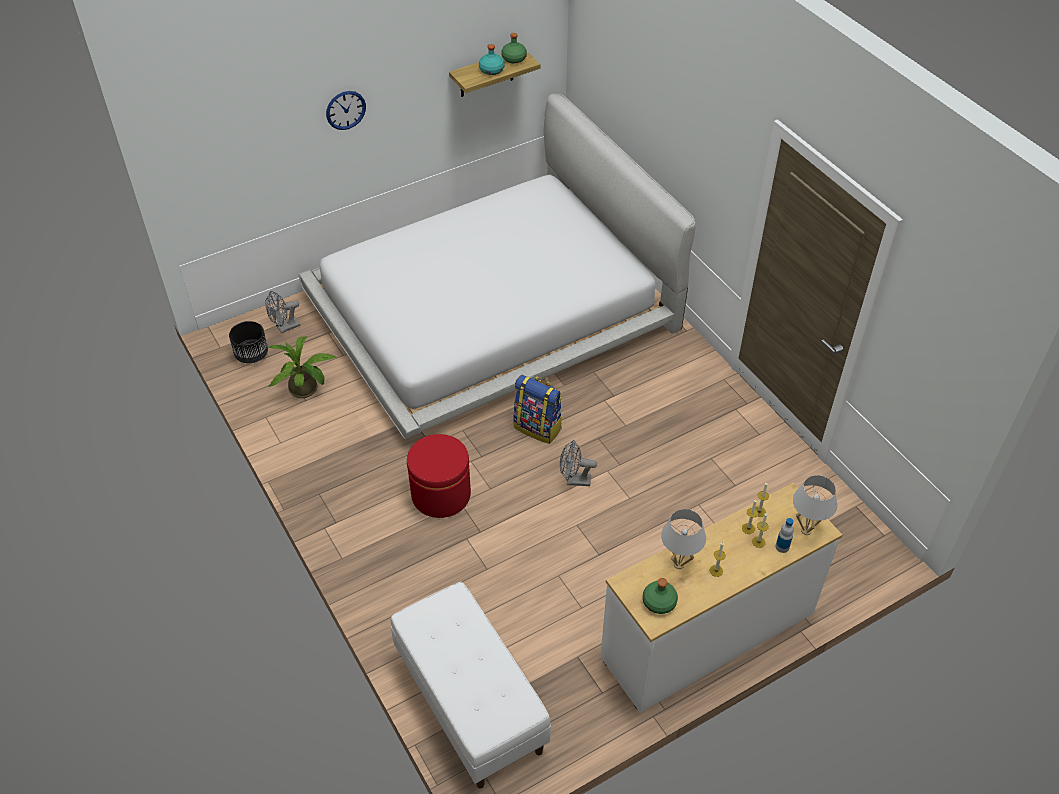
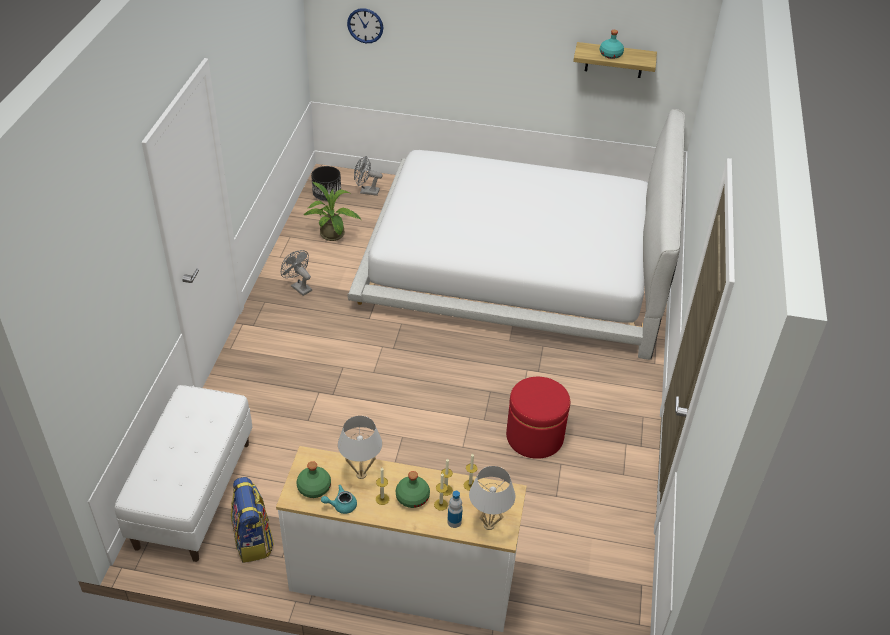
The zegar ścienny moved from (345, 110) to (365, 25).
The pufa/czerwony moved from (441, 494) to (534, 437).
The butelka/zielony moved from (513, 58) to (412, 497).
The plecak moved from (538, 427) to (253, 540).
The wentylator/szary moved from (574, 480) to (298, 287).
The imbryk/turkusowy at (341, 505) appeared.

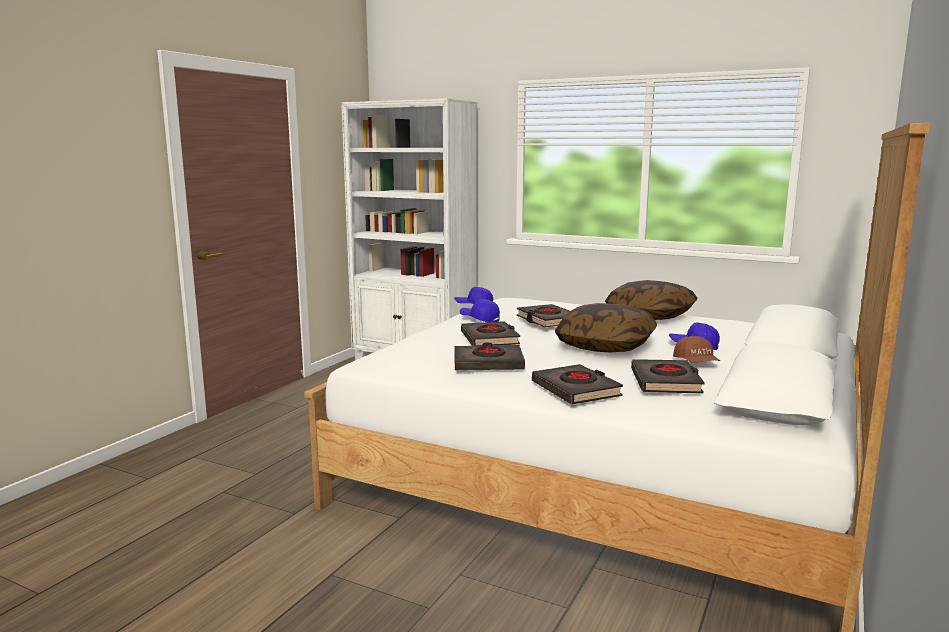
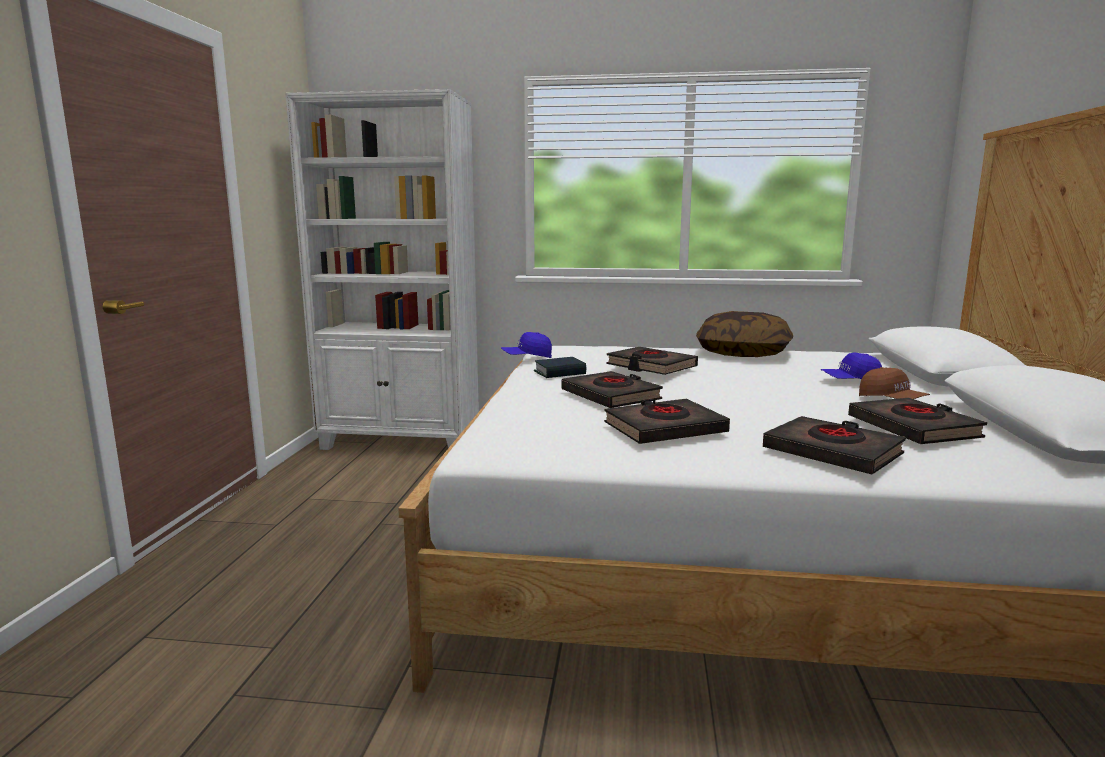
The czapka z daszkiem/niebieski at (479, 319) was replaced by the książka at (560, 373).
The poduszka at (605, 346) disappeared.

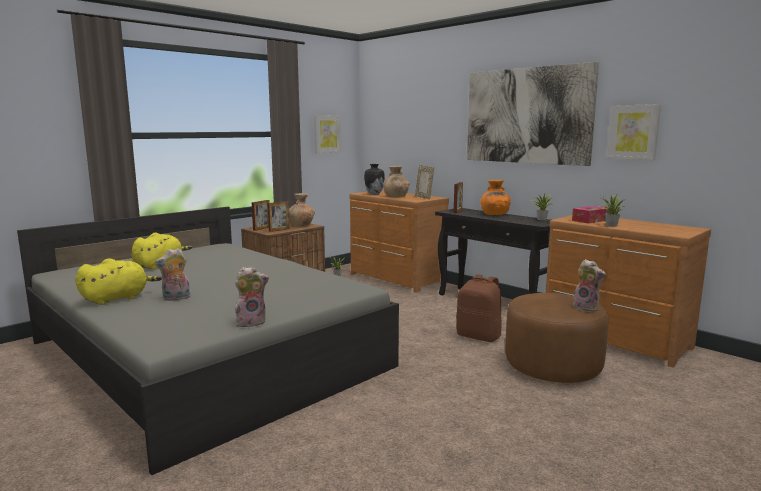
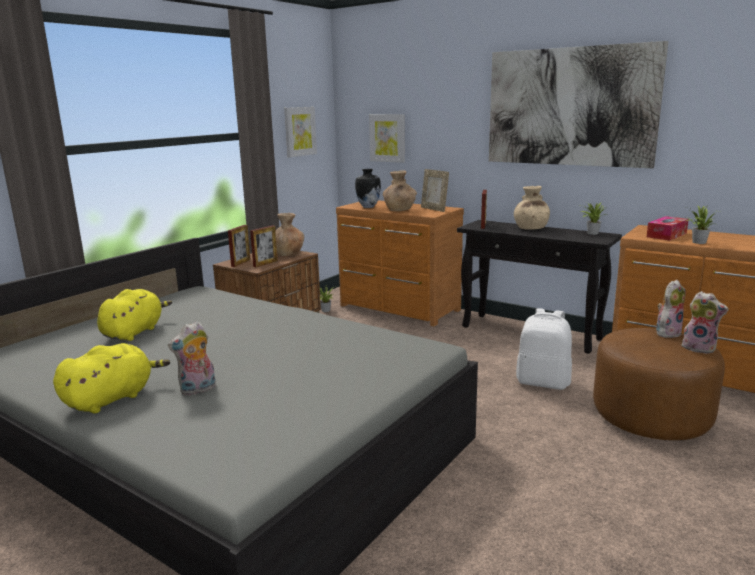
The pluszak moved from (251, 322) to (667, 332).
The plecak/brązowy at (479, 336) became the plecak/biały at (543, 382).
The wazon/pomarańczowy at (494, 214) became the wazon/beżowy at (530, 228).
The obraz moved from (633, 132) to (387, 138).

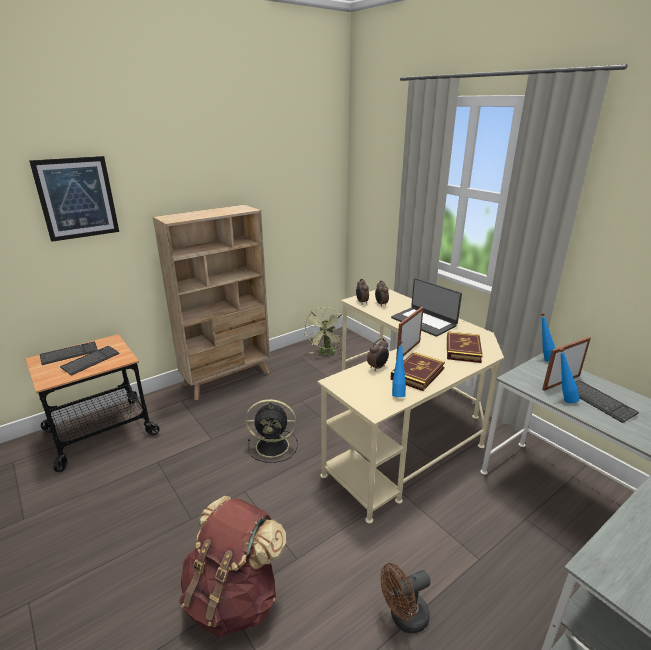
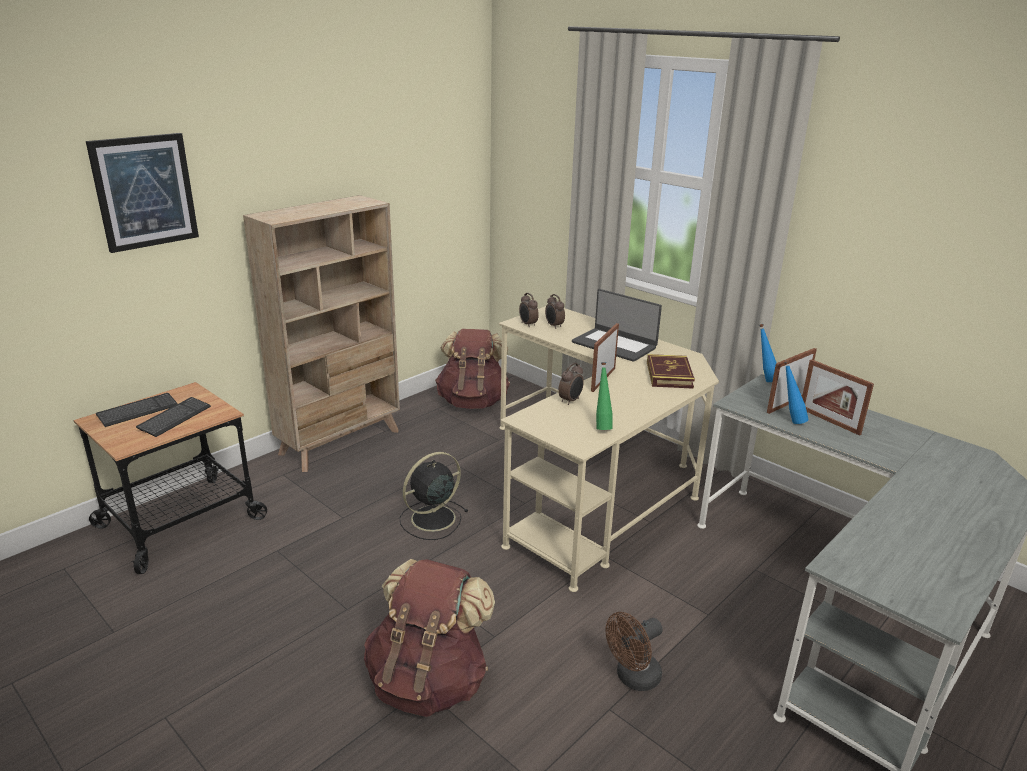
The wentylator/czarny at (274, 446) turned 150 degrees clockwise.
The wentylator/zielony at (326, 354) was replaced by the plecak/brązowy at (473, 402).
The książka at (417, 374) disappeared.
The butelka/niebieski at (397, 393) became the butelka/zielony at (602, 426).
The klawiatura at (599, 402) was replaced by the ramka na zdjęcie at (829, 421).

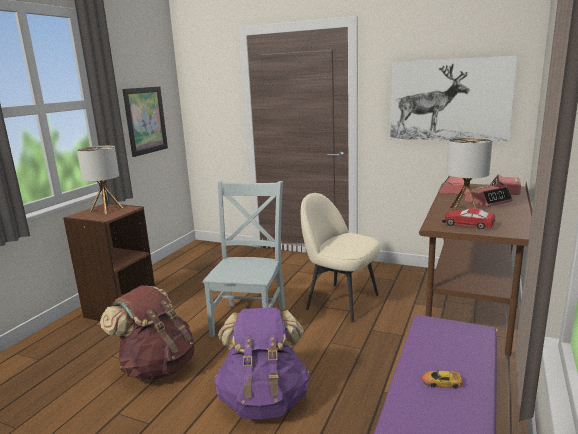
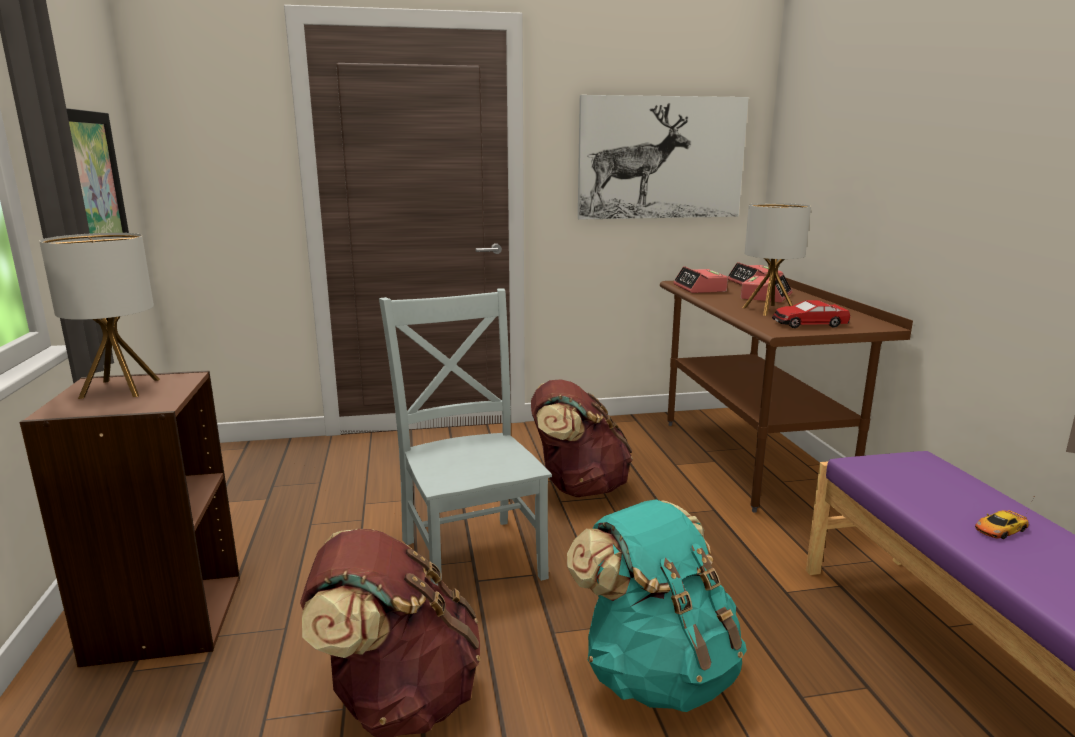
The plecak/fioletowy at (264, 400) became the plecak/turkusowy at (656, 672).
The krzesło/beżowy at (340, 301) was replaced by the plecak/brązowy at (578, 487).

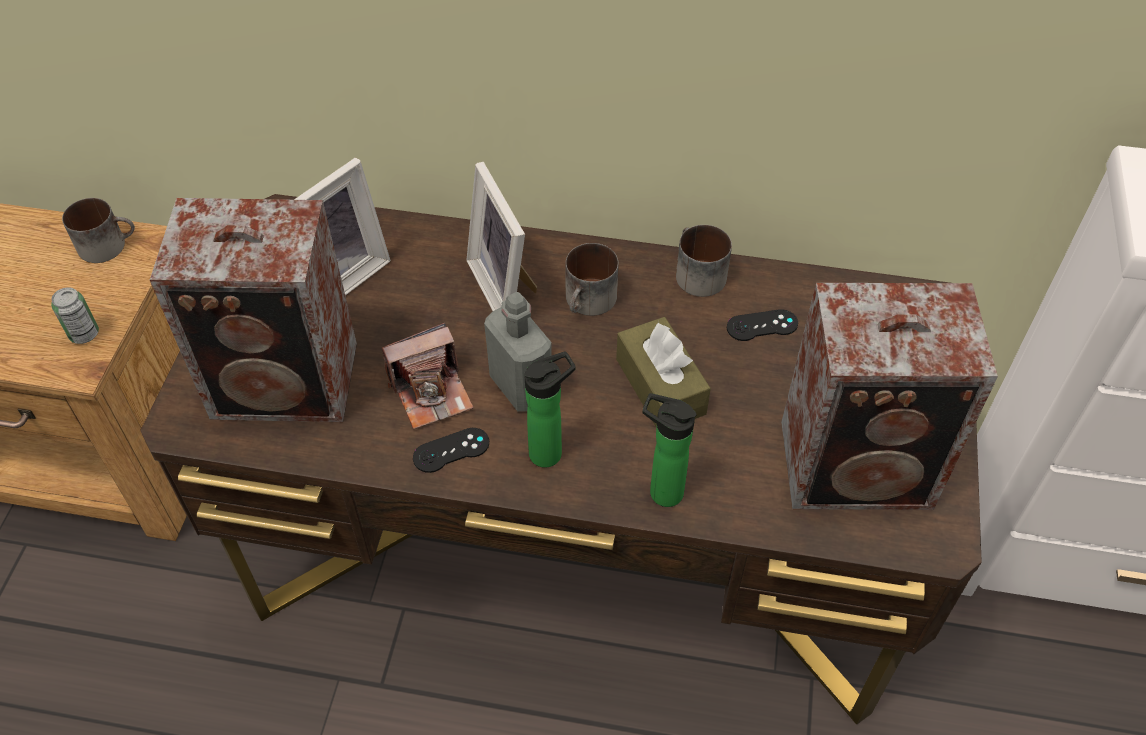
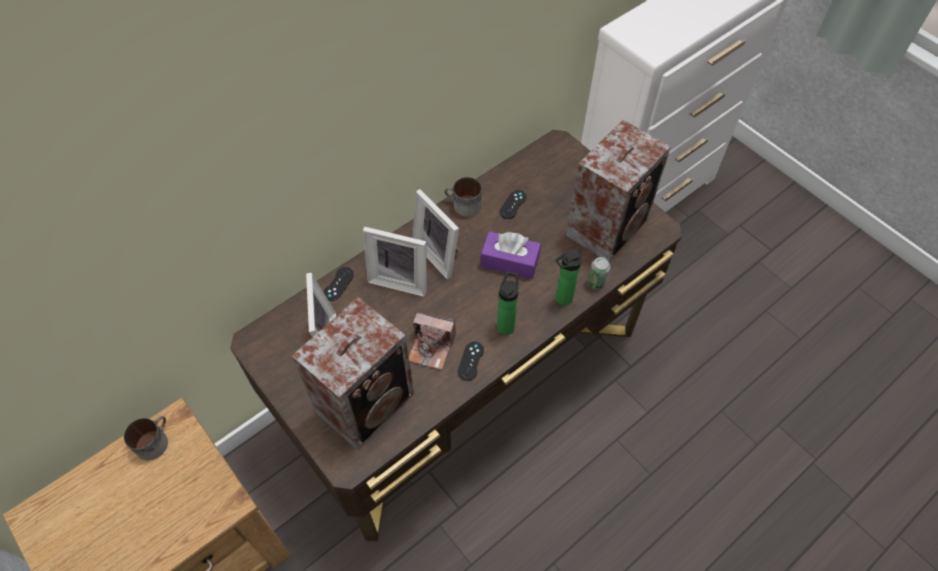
The puszka moved from (84, 334) to (596, 282).
The aparat fotograficzny at (431, 392) turned 90 degrees clockwise.
The butelka/szary at (520, 387) disappeared.
The kubek at (589, 302) was replaced by the ramka na zdjęcie at (440, 254).
The pudełko chusteczek/brązowy at (660, 386) became the pudełko chusteczek/fioletowy at (510, 261).
The pad do gier/czarny at (338, 284) appeared.

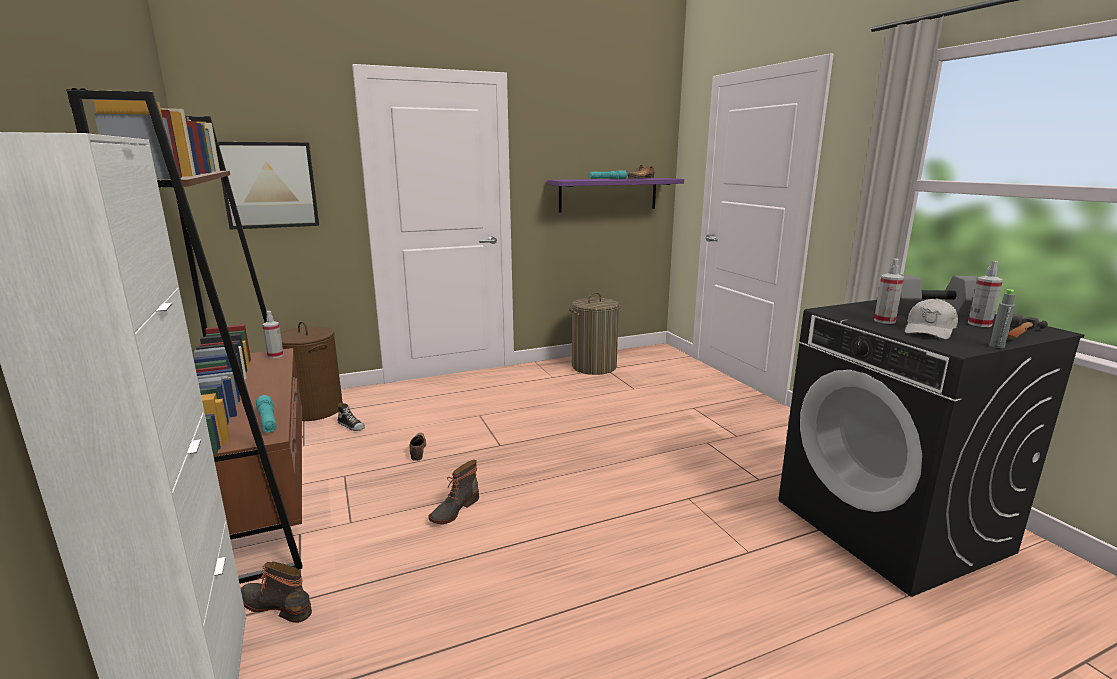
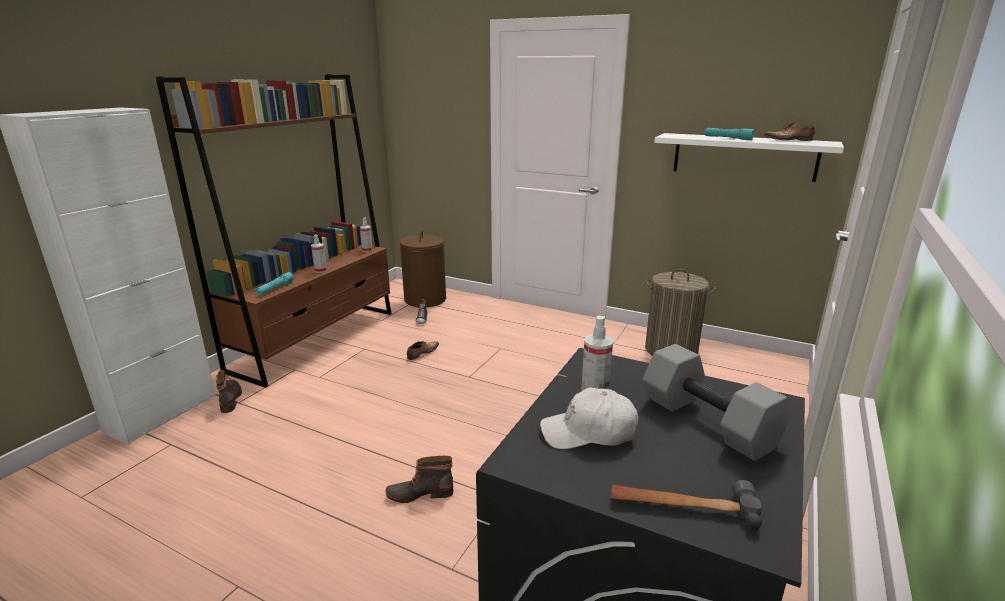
The obraz at (269, 185) disappeared.
The but z cholewką moved from (454, 510) to (420, 493).
The półka/fioletowy at (608, 194) became the półka/biały at (744, 156).
The spryskiwacz moved from (979, 324) to (320, 271).
The butelka/szary at (997, 346) disappeared.

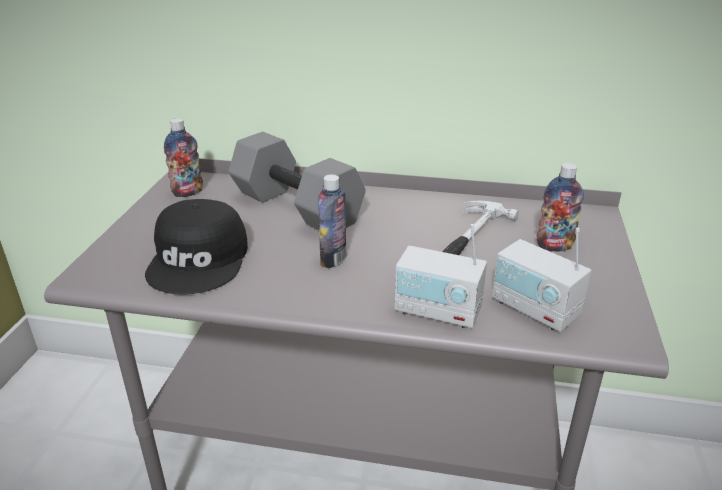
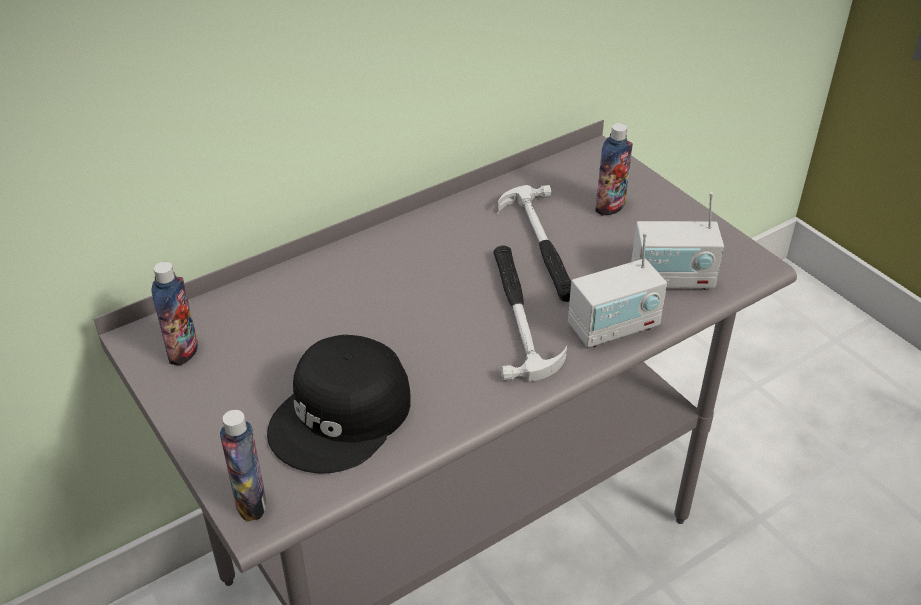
The czapka z daszkiem/czarny at (200, 259) turned 75 degrees clockwise.
The hantel/szary at (294, 208) disappeared.
The butelka moved from (333, 259) to (251, 502).
The młotek at (519, 314) appeared.

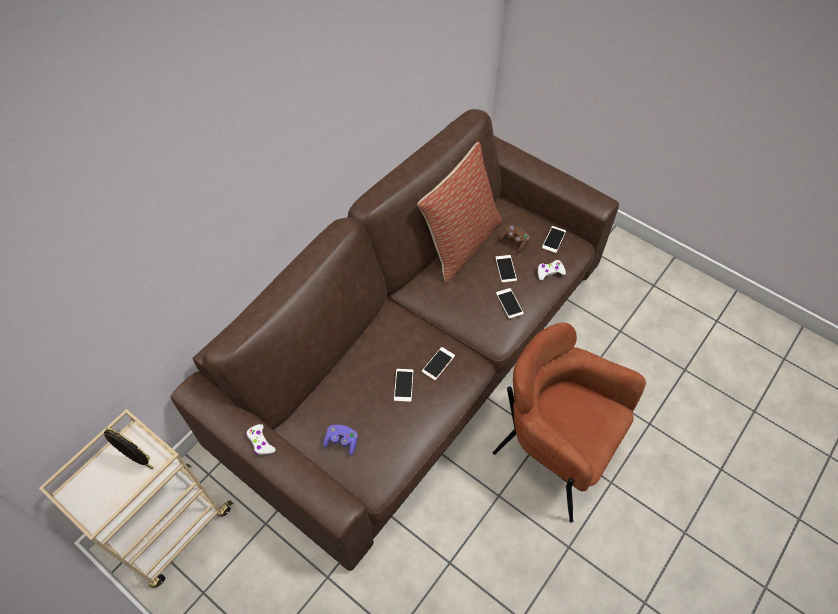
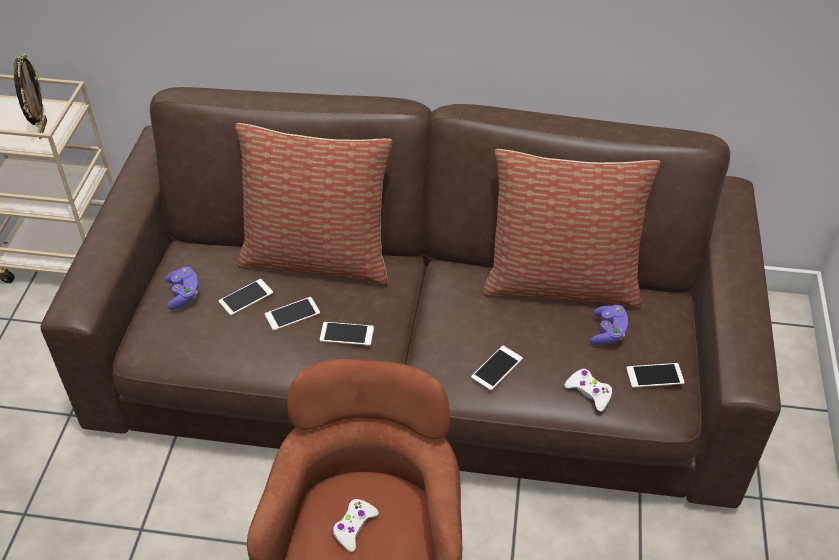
The pad do gier/biały moved from (260, 442) to (354, 527).
The telefon moved from (506, 269) to (246, 297).
The pad do gier/brązowy at (514, 242) became the pad do gier/fioletowy at (608, 332).
The poduszka at (317, 257) appeared.

